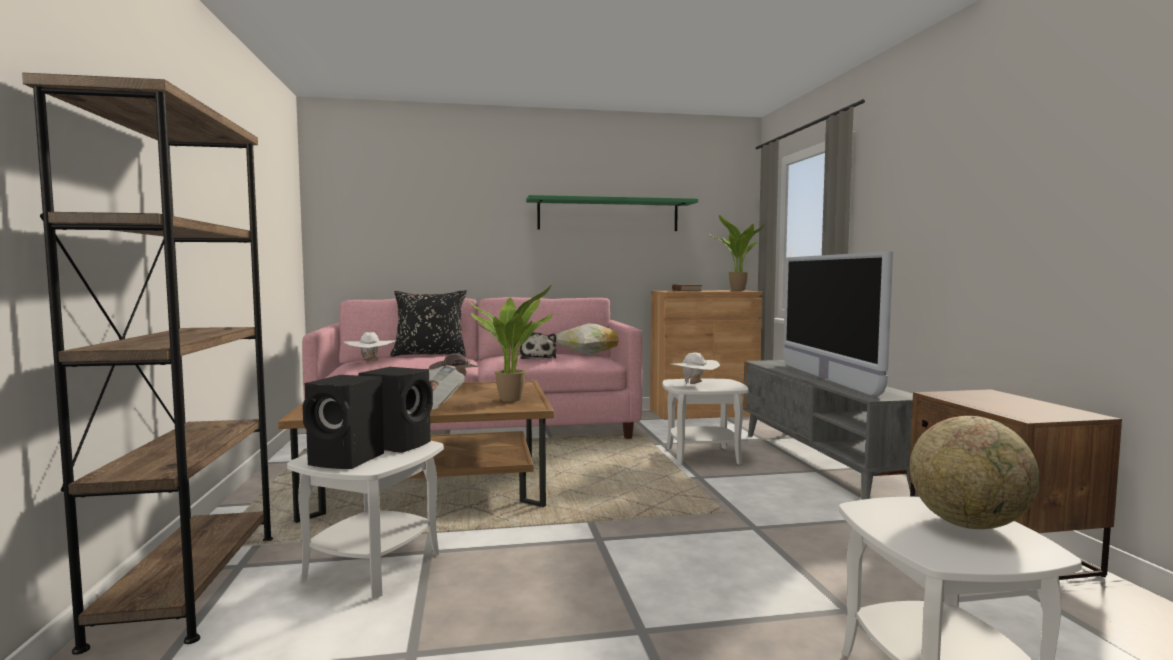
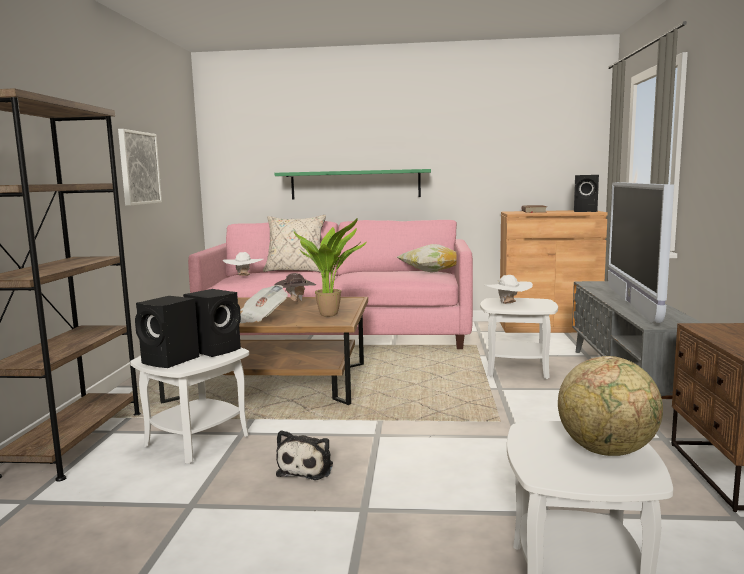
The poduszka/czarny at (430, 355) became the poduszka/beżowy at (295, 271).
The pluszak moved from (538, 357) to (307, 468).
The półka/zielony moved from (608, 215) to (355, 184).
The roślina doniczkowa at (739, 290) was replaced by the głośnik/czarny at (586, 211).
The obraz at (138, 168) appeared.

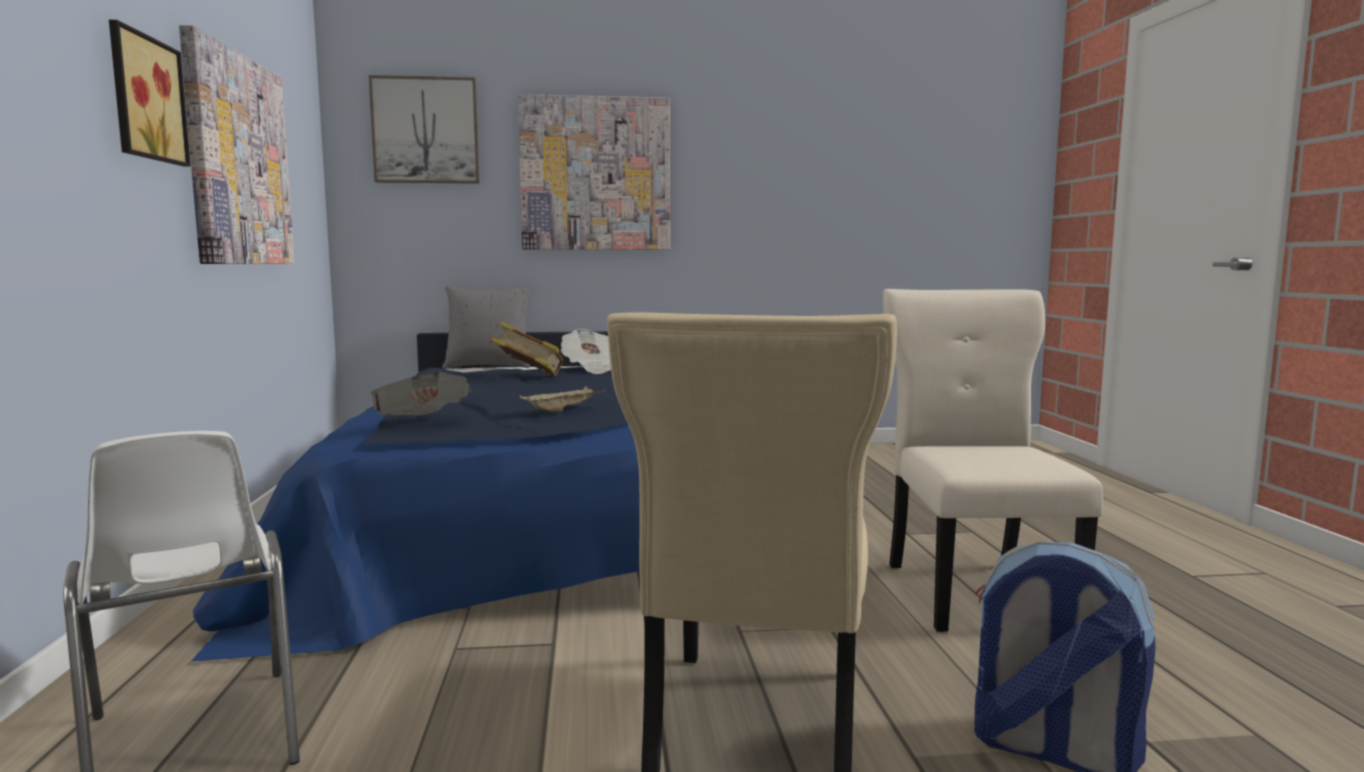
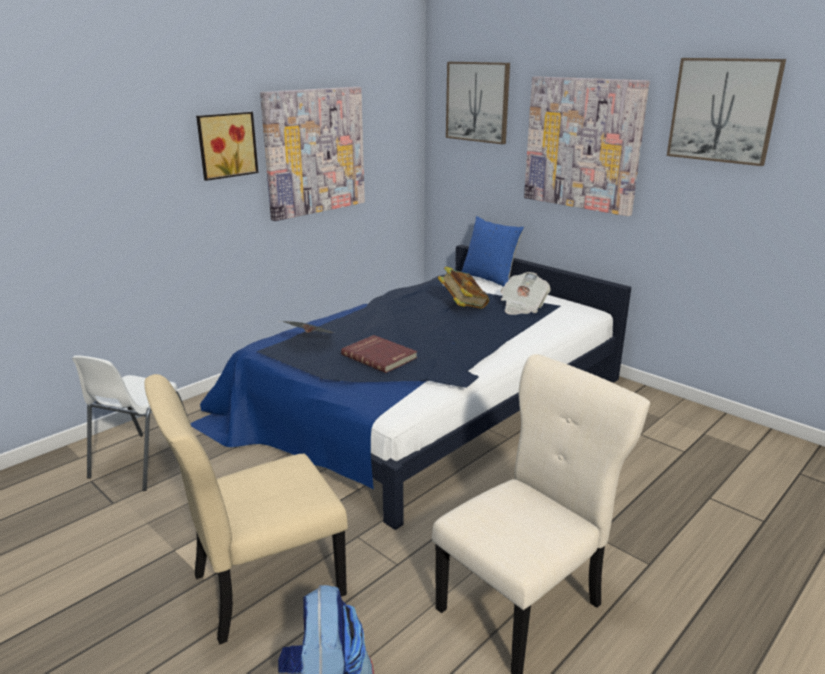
The poduszka/szary at (488, 366) became the poduszka/niebieski at (490, 279).
The taca/beżowy at (563, 409) was replaced by the książka/czerwony at (380, 356).
The obraz at (723, 110) appeared.

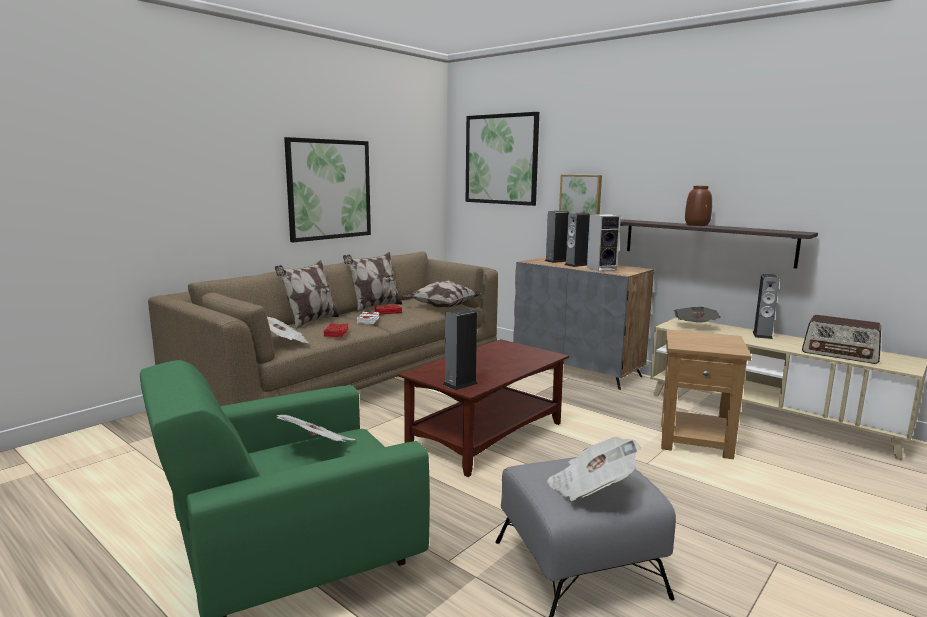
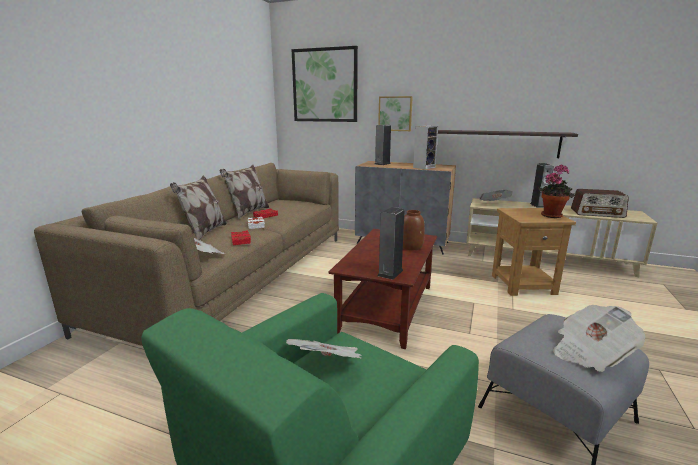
The obraz at (329, 189) disappeared.
The poduszka at (442, 307) disappeared.
The głośnik at (576, 265) disappeared.
The wazon/brązowy moved from (697, 225) to (411, 247).
The roślina doniczkowa at (552, 215) appeared.

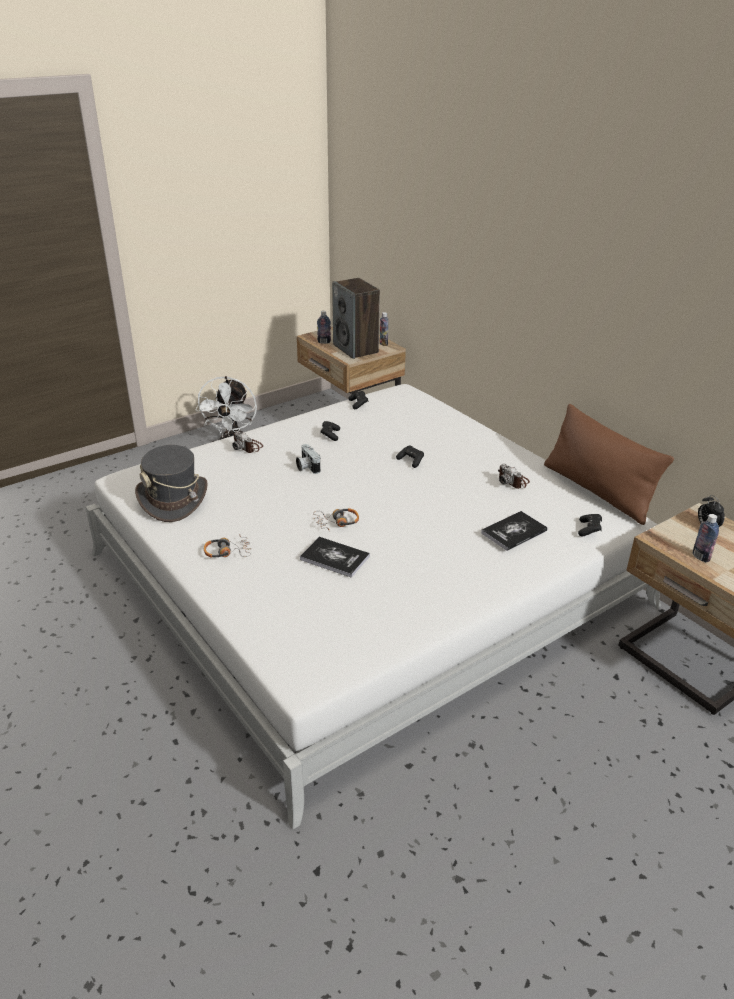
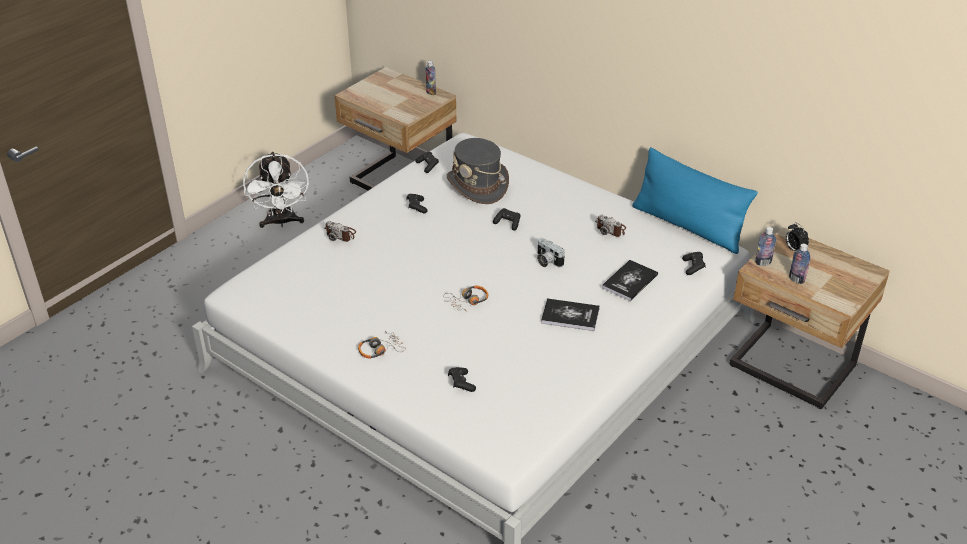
The kapelusz/szary moved from (173, 499) to (478, 185).
The aparat fotograficzny moved from (306, 467) to (547, 261).
The książka moved from (334, 558) to (570, 316).
The butelka moved from (324, 342) to (763, 262).
The głośnik at (356, 349) disappeared.
The poduszka/brązowy at (597, 491) became the poduszka/niebieski at (688, 226).
The pad do gier/czarny at (461, 384) appeared.

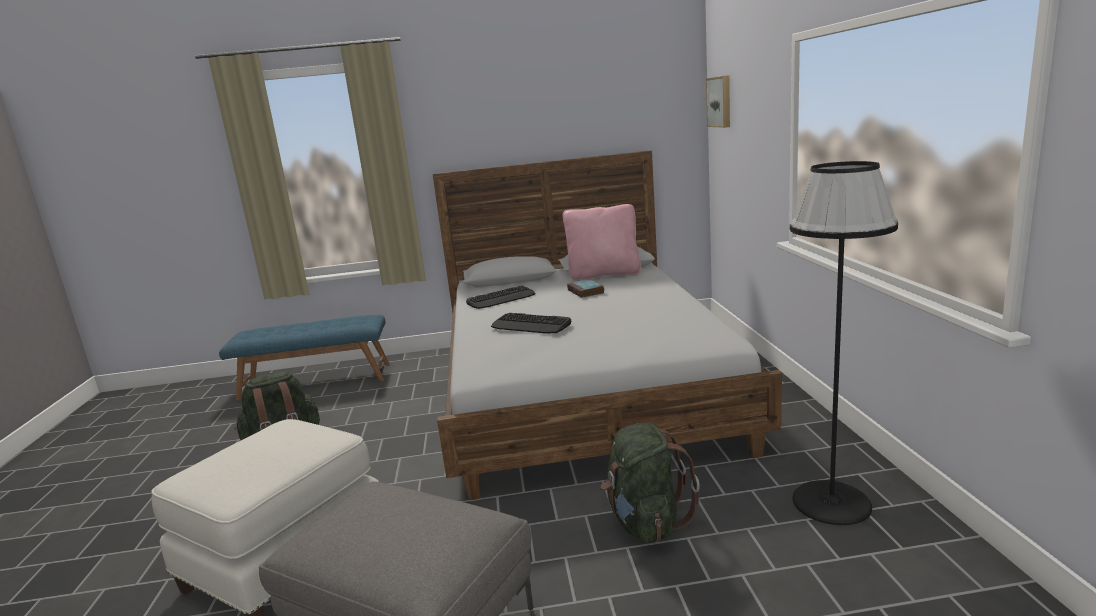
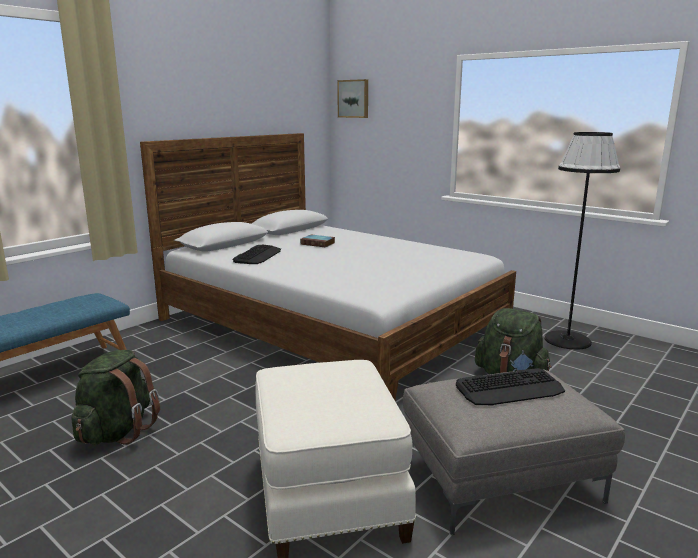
The klawiatura moved from (531, 325) to (510, 388).
The poduszka/różowy at (604, 274) disappeared.

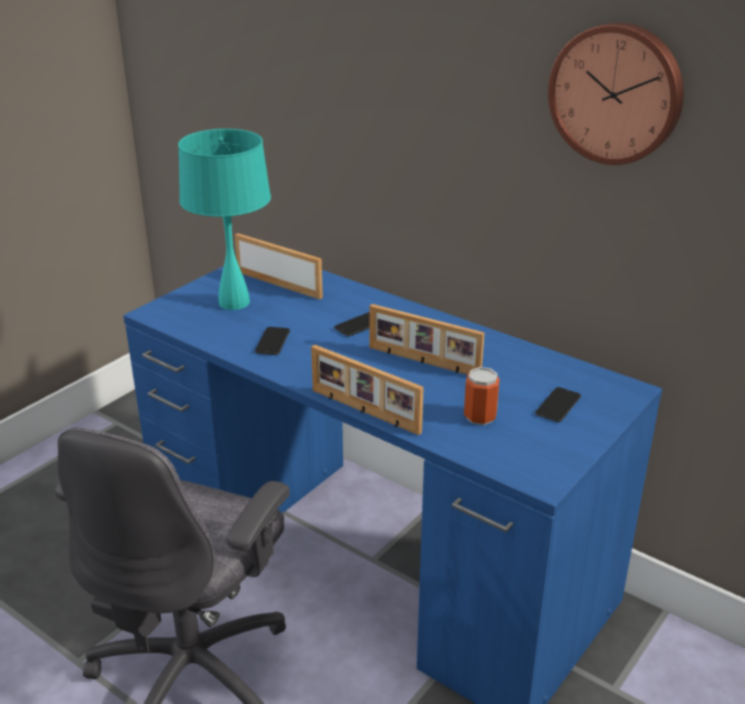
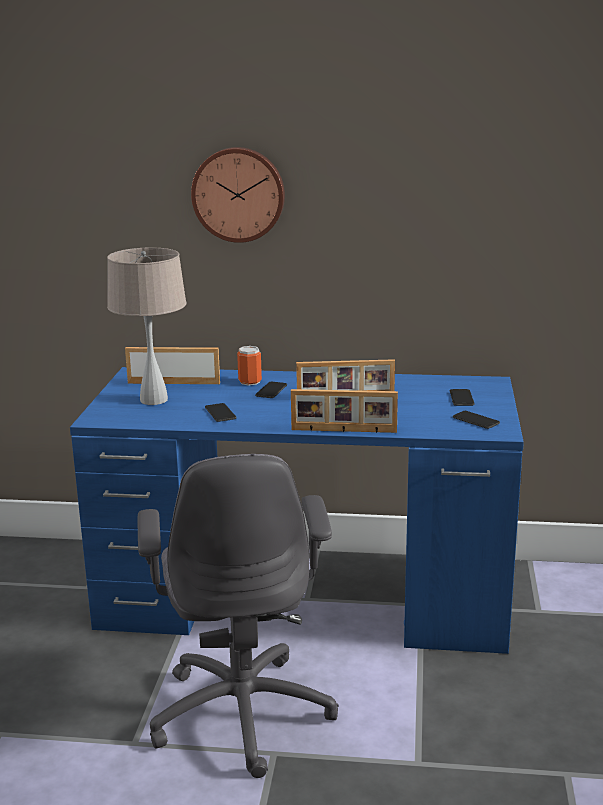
The lampa stołowa/turkusowy at (234, 303) became the lampa stołowa/beżowy at (154, 400).
The puszka moved from (480, 416) to (250, 382).
The zegar ścienny moved from (617, 93) to (239, 194).
The telefon at (476, 420) appeared.

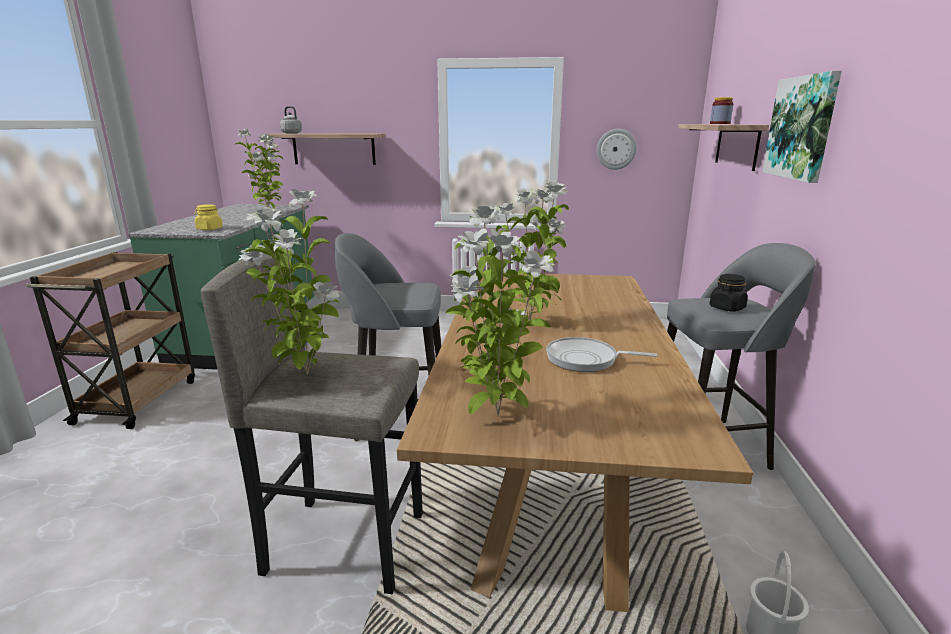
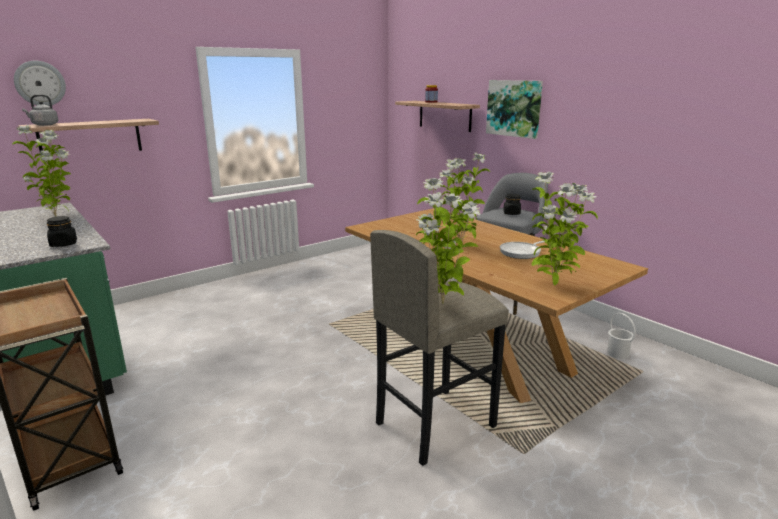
The słoik/żółty at (209, 229) became the słoik/czarny at (64, 244).
The stołek/szary at (399, 419) disappeared.
The zegar ścienny moved from (616, 149) to (40, 83).

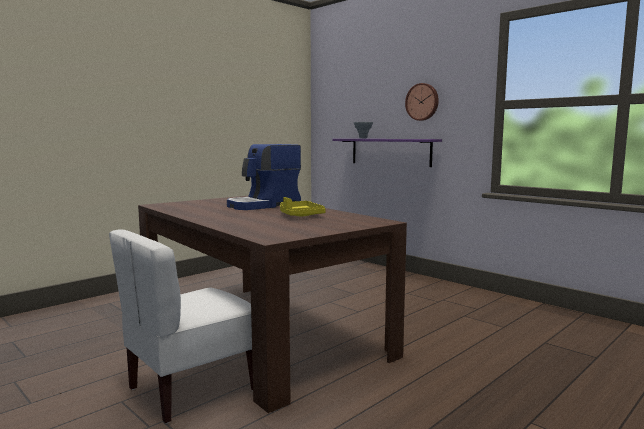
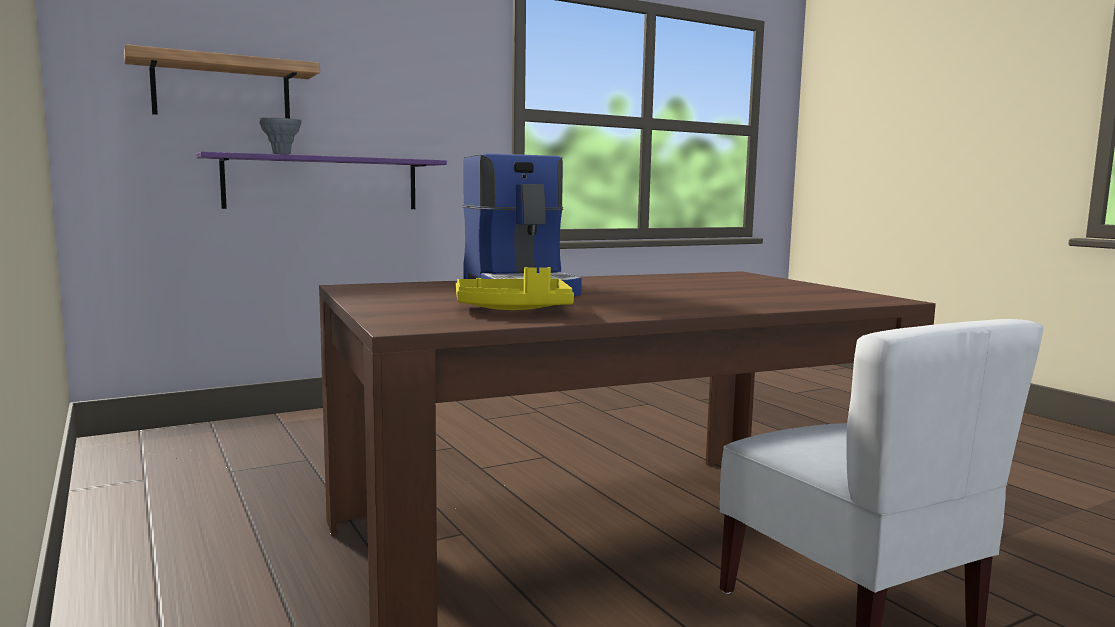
The taca/żółty moved from (299, 215) to (513, 309).
The zegar ścienny at (422, 102) disappeared.
The półka at (222, 90) appeared.

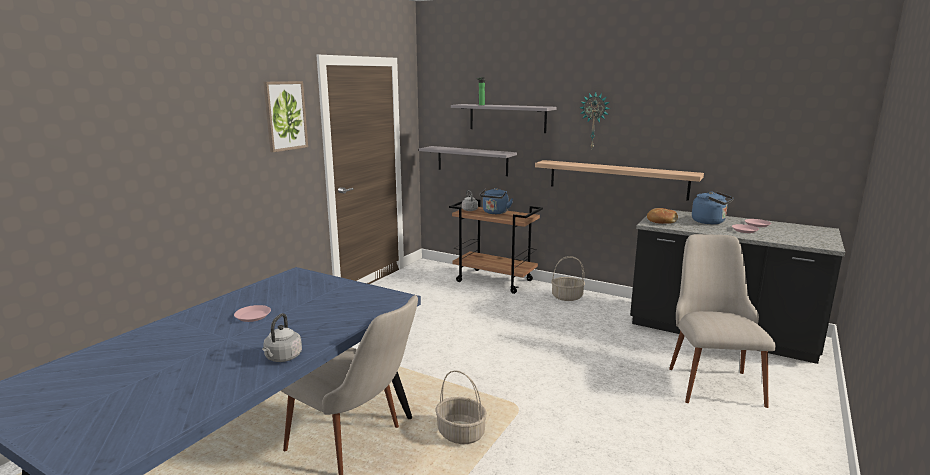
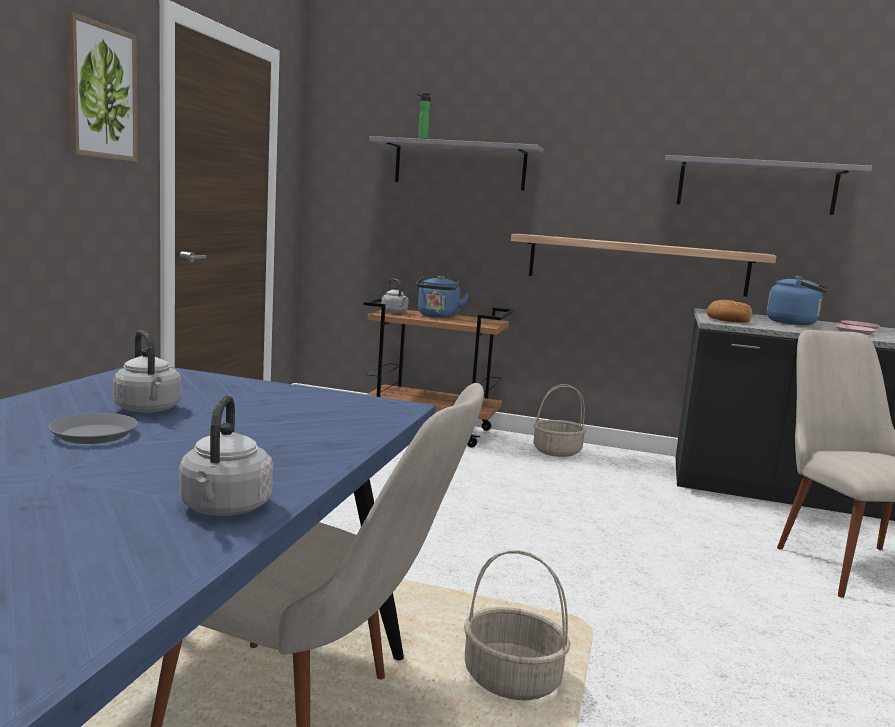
The talerz/różowy at (253, 316) became the talerz/szary at (94, 434).
The półka/szary moved from (472, 160) to (756, 186).
The zegar ścienny at (594, 120) disappeared.
The czajnik/szary at (148, 410) appeared.

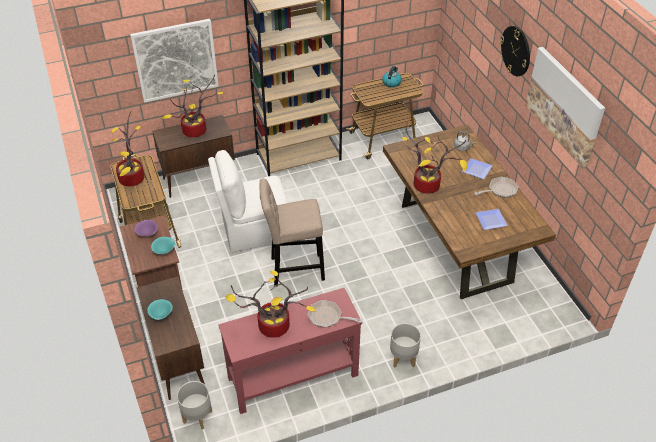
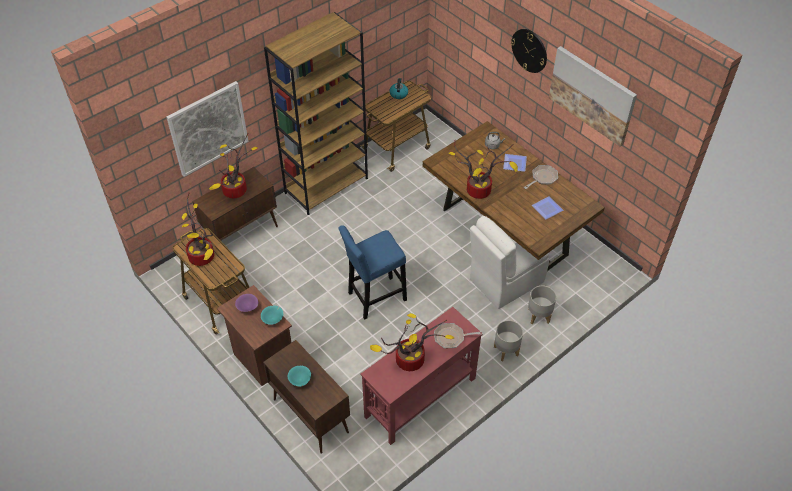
The donica/szary moved from (197, 417) to (539, 316).
The krzesło/biały moved from (254, 231) to (505, 281).
The stołek/beżowy at (294, 269) became the stołek/niebieski at (374, 298).

